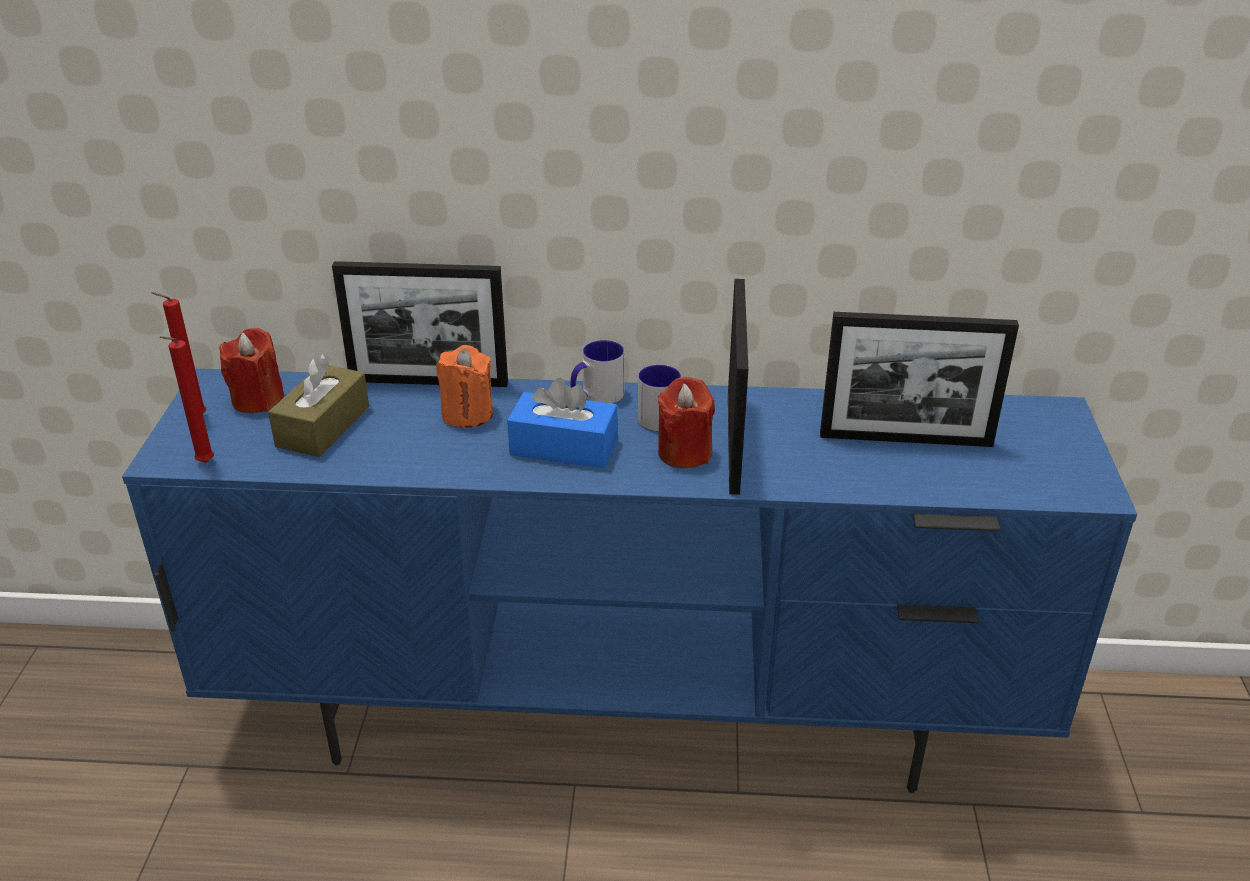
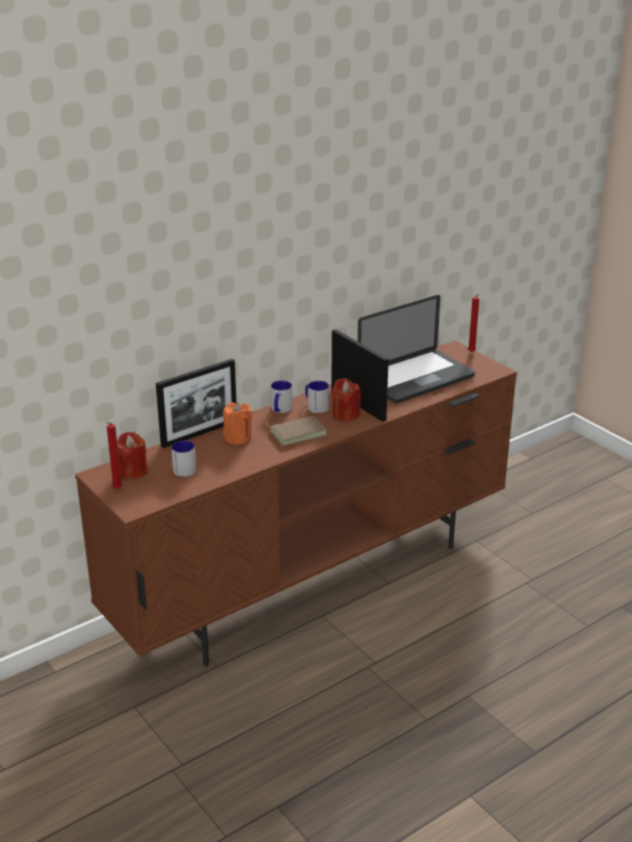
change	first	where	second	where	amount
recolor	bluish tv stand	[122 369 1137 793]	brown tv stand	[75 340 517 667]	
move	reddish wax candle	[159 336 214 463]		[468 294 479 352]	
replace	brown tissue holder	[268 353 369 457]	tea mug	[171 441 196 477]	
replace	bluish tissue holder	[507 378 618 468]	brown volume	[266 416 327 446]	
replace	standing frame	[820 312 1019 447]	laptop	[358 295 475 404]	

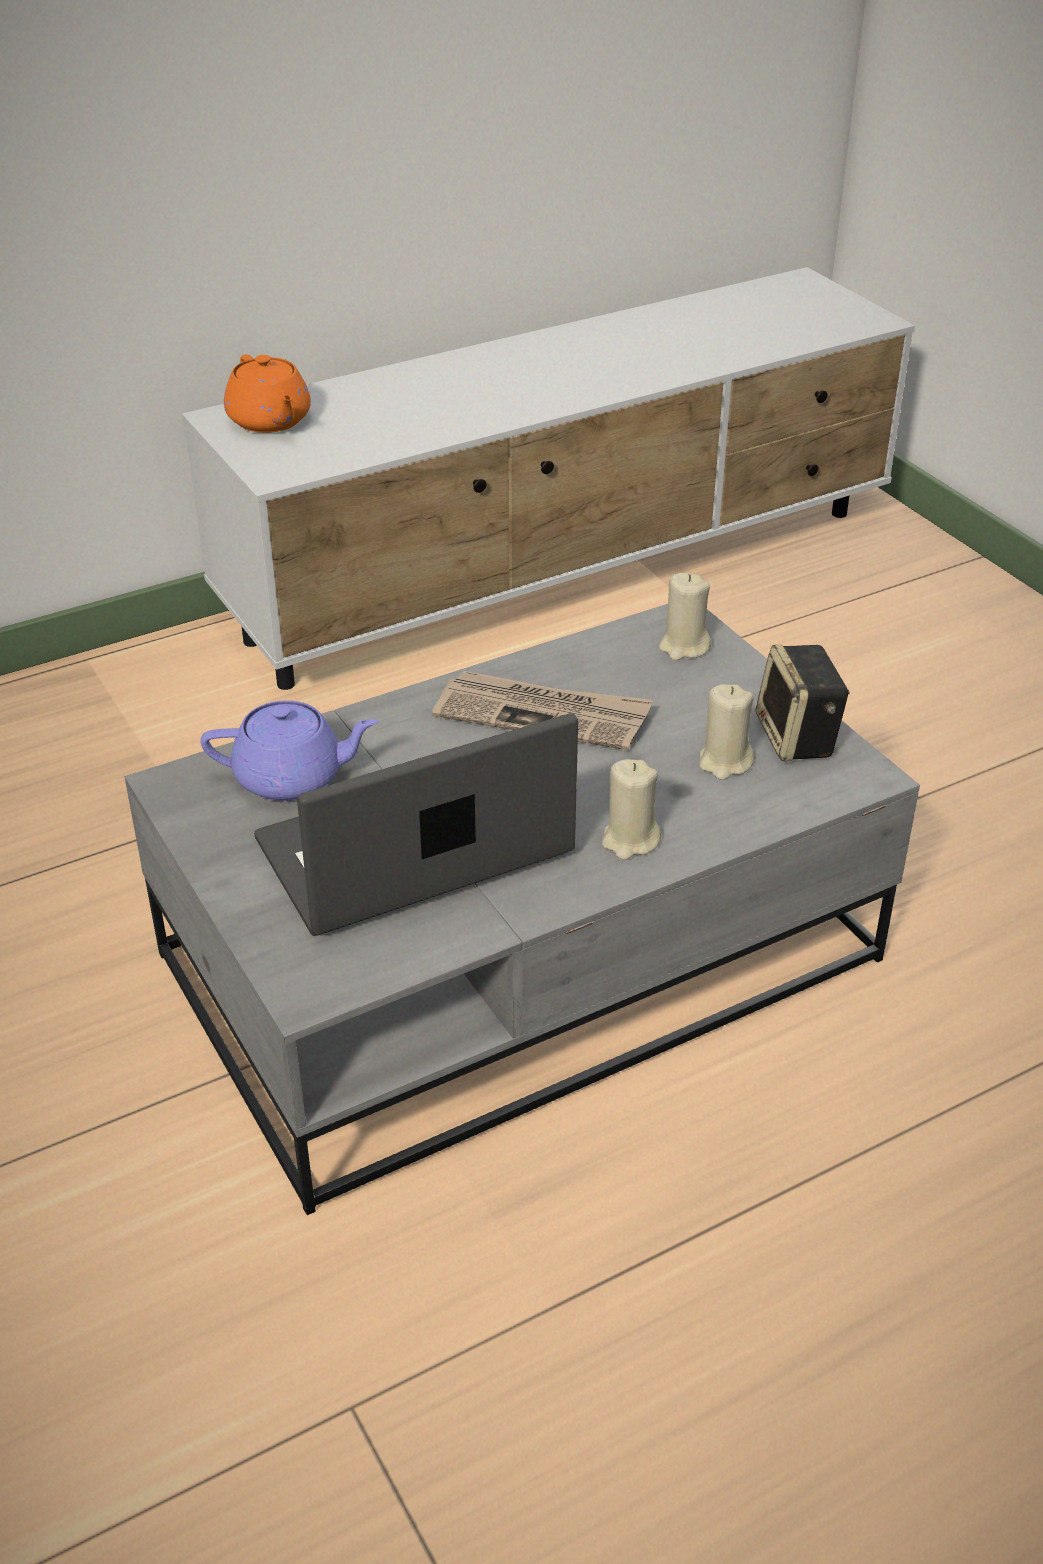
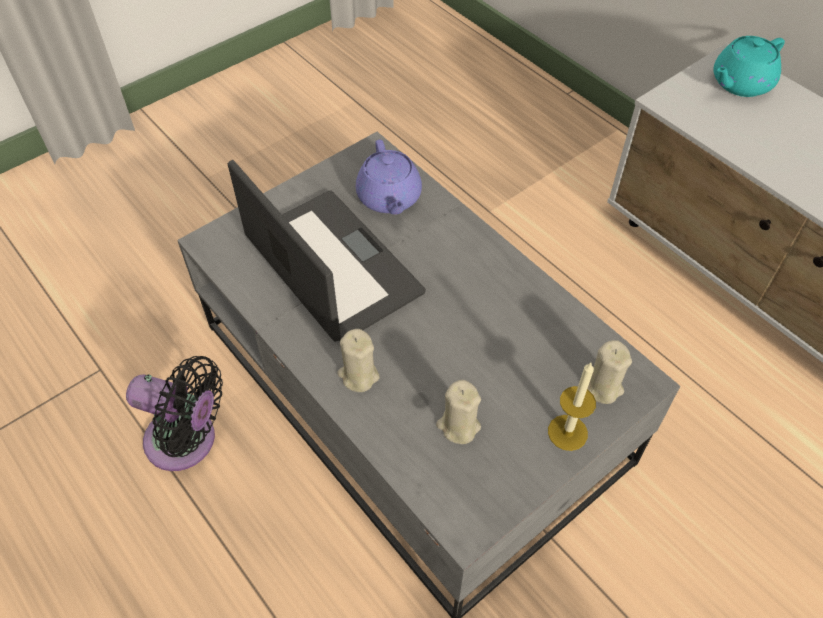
change	first	where	second	where	amount
recolor	orangey teapot	[224 354 311 433]	turquoise teapot	[714 36 785 97]	
delete	printed paper	[432 671 653 750]			
delete	loudspeaker	[756 645 850 761]			
insert			blackish fan	[126 356 223 471]	
insert			wax candle	[548 363 596 451]	

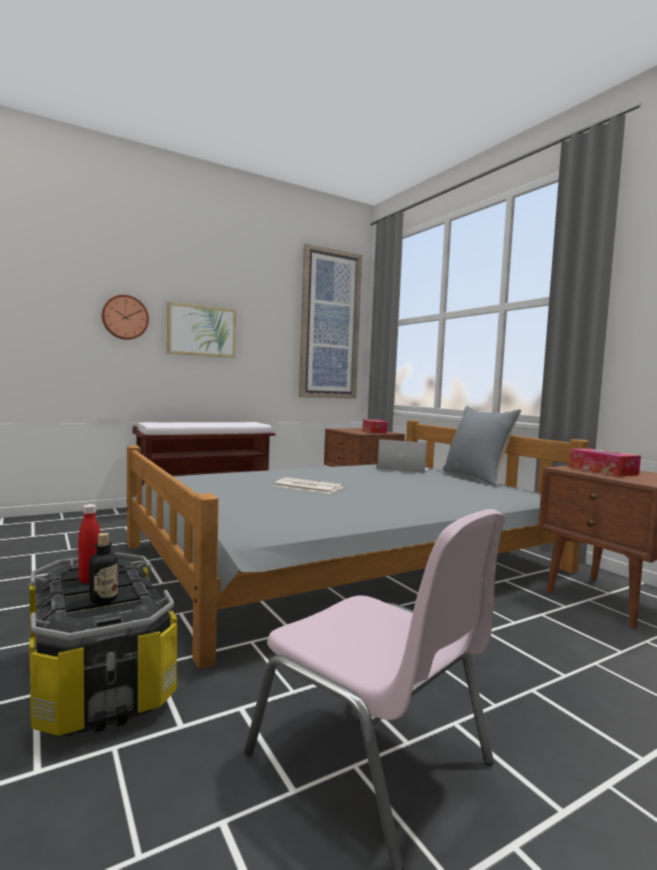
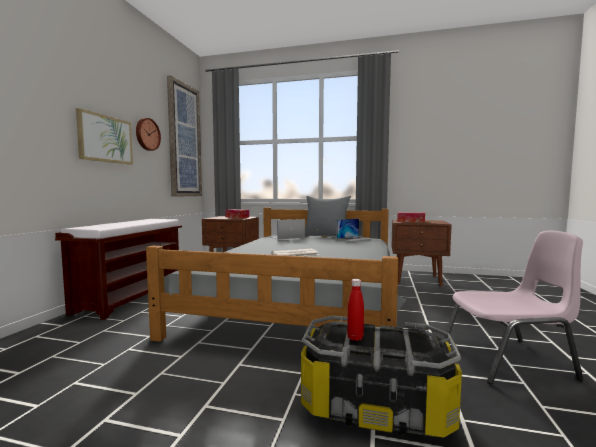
change	first	where	second	where	amount
delete	bottle	[89 533 118 604]			
move	clock on the wall	[102 295 149 340]		[136 118 161 151]	
insert			laptop	[337 218 373 241]	

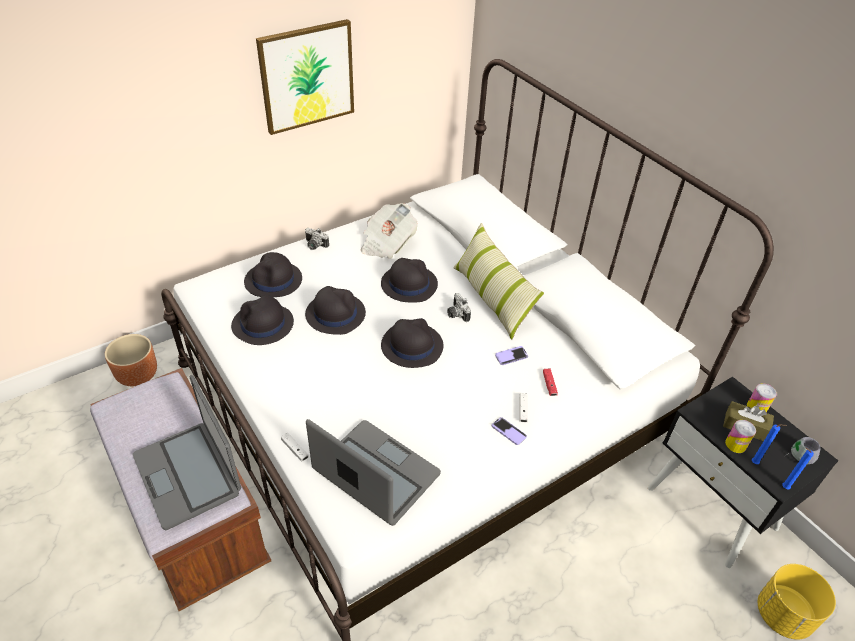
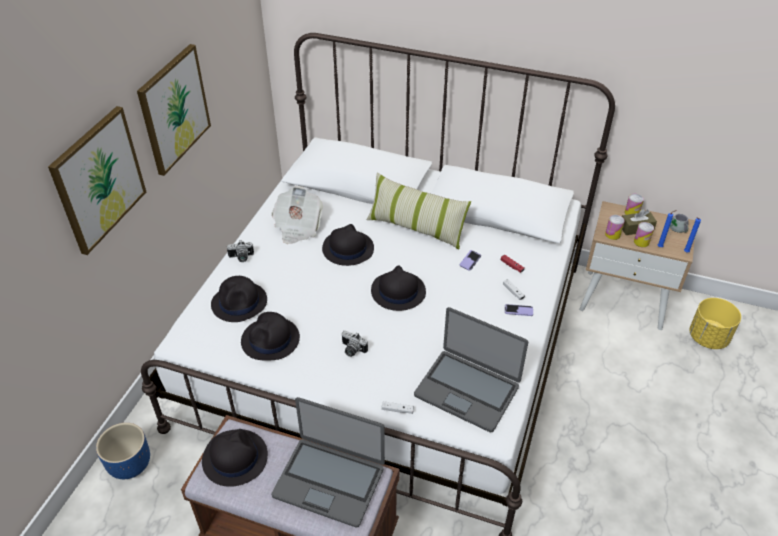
change	first	where	second	where	amount
recolor	brown flower pot	[105 334 157 386]	bluish flower pot	[96 423 150 479]	
move	blackish clothing hat	[305 286 366 335]		[202 429 268 487]	
rotate	laptop	[306 419 441 526]		[414 307 528 432]	150 degrees counterclockwise
move	photo camera	[447 293 471 322]		[341 331 368 357]	
recolor	blackish bedside table	[648 377 838 568]	sand-coloured bedside table	[579 201 695 330]	
insert			picture	[48 106 146 255]	
insert			sealed can	[605 215 625 240]	

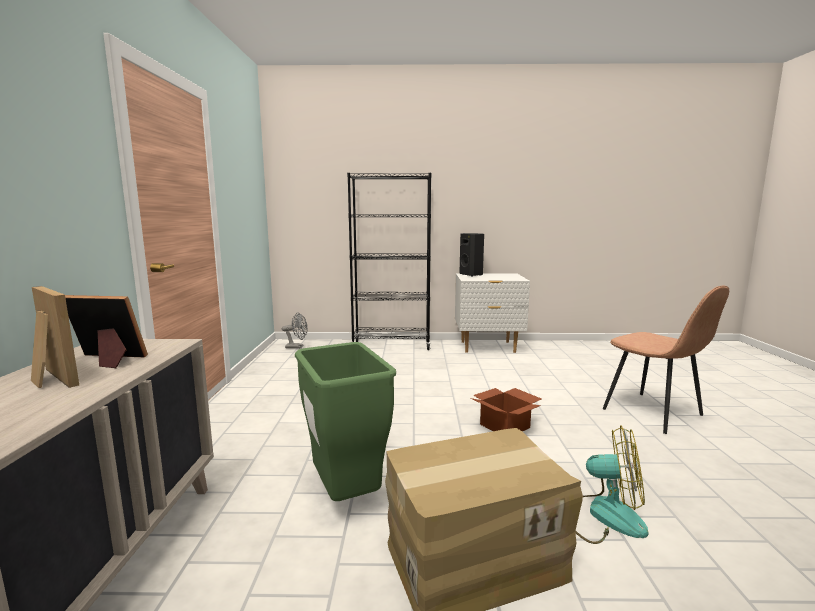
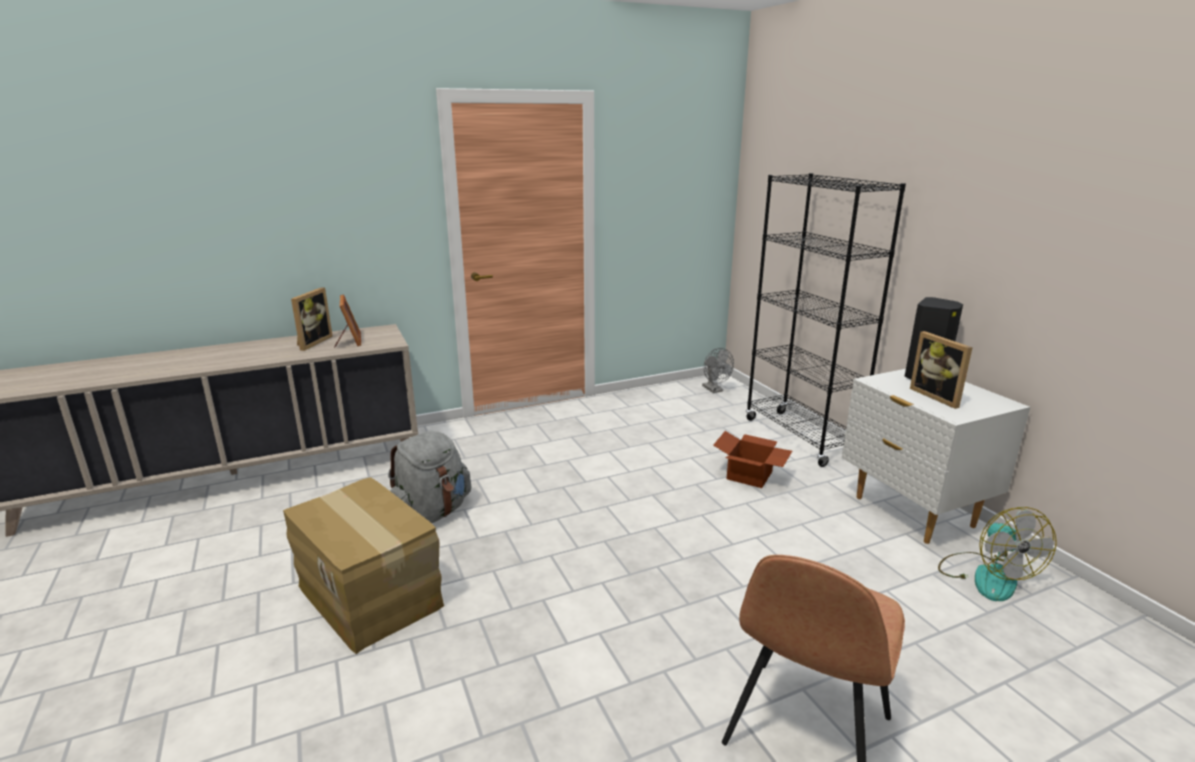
change	first	where	second	where	amount
replace	greenish waste bin	[295 342 396 501]	greyish rucksack	[388 431 471 523]	
move	packing box	[470 388 542 431]		[713 431 792 488]	
move	fan	[575 425 649 544]		[938 507 1057 601]	
insert			standing frame	[910 331 973 409]	

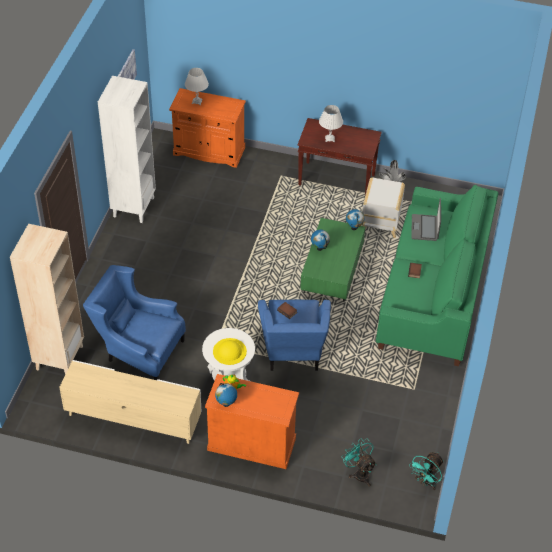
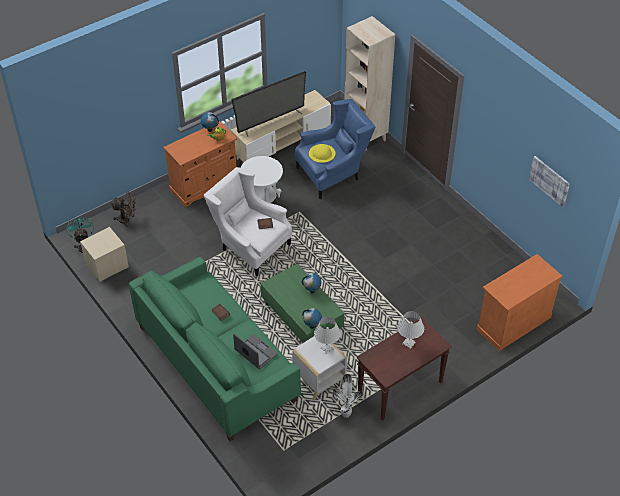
change	first	where	second	where	amount
delete	white bookshelf	[98 76 156 223]			
move	white table lamp	[185 68 209 105]		[314 317 341 354]	
move	yellow clothing hat	[213 338 247 365]		[309 144 335 163]	
recolor	bluish easy chair	[258 300 331 371]	white easy chair	[204 167 292 276]	
recolor	turquoise fan	[342 438 376 486]	brown fan	[111 192 137 227]	
insert			sand-coloured bedside table	[80 227 129 282]	
insert			TV	[231 71 306 137]	

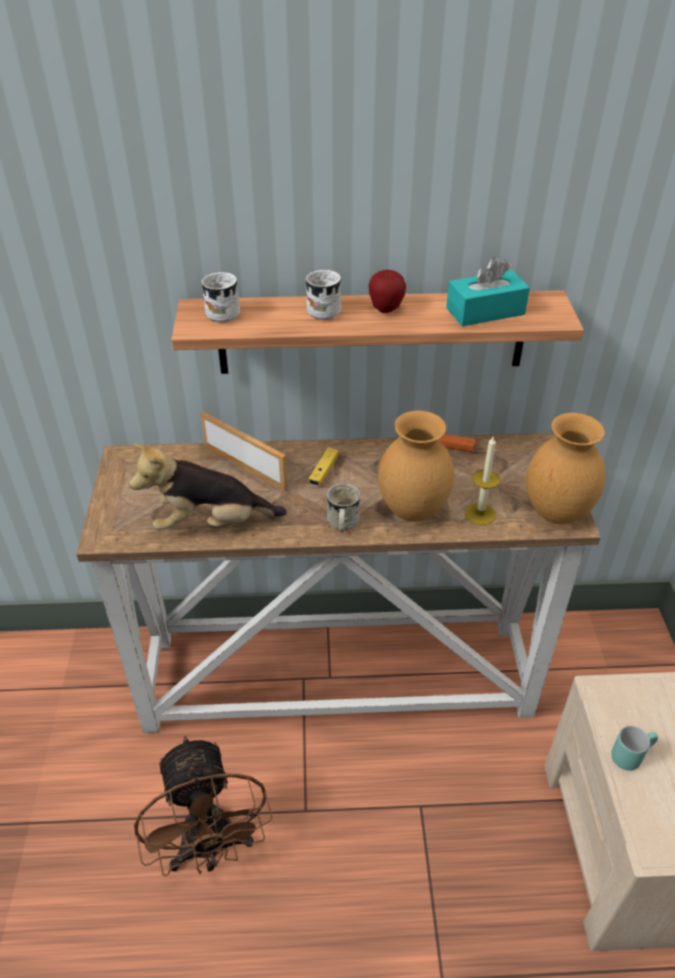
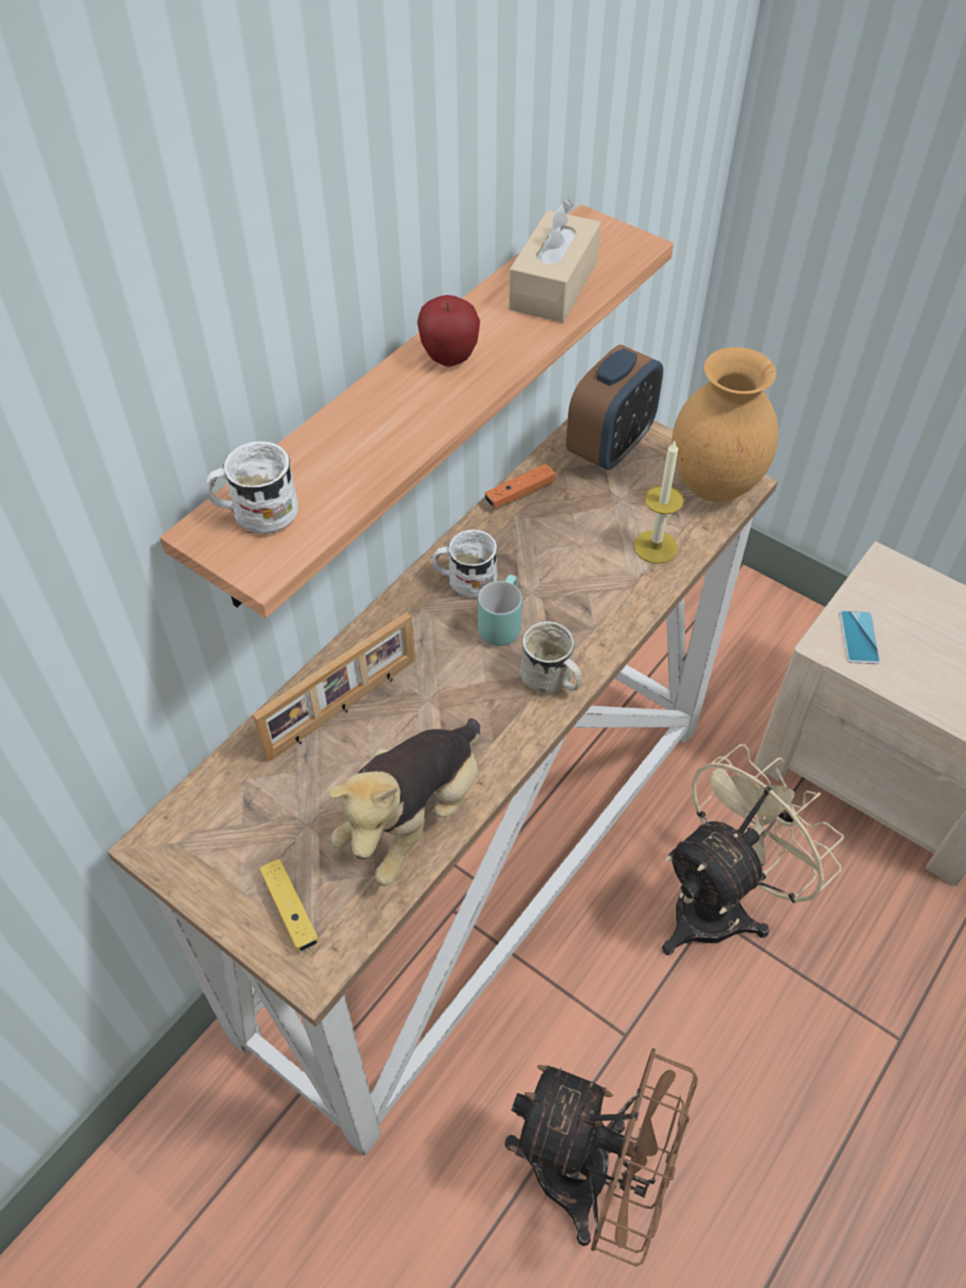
change	first	where	second	where	amount
rotate	standing frame	[200 411 288 492]		[252 612 415 762]	150 degrees clockwise
move	white tea mug	[306 270 341 320]		[432 530 497 598]	
move	yellow gamepad	[308 447 339 486]		[260 859 319 952]	
delete	brown flower vase	[378 411 454 522]			
recolor	turquoise tissue holder	[446 257 530 326]	sand-coloured tissue holder	[509 199 601 323]	
move	turquoise tea mug	[611 726 658 770]		[478 575 522 646]	
insert			table clock	[566 345 663 470]	
insert			sand-coloured fan	[662 744 844 955]	
insert			handset	[839 611 880 664]	

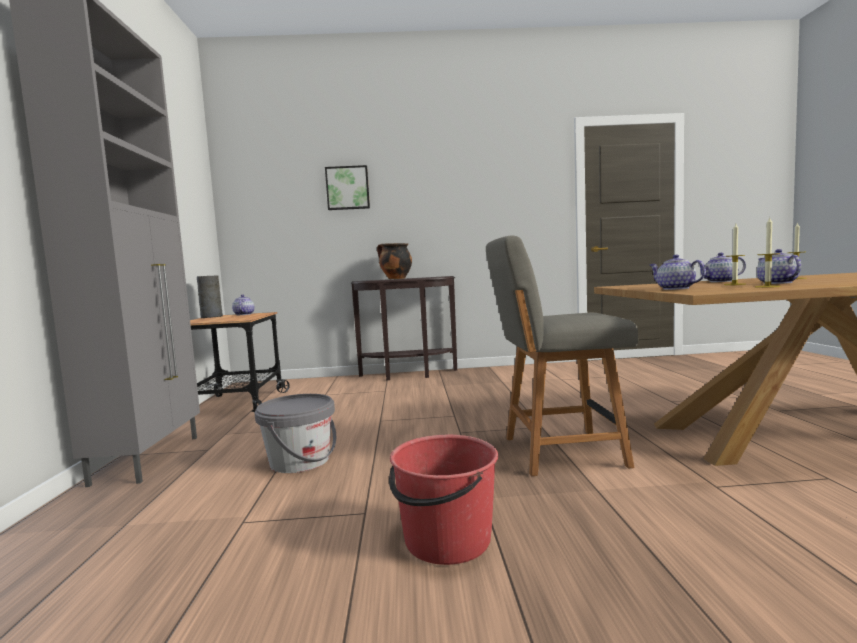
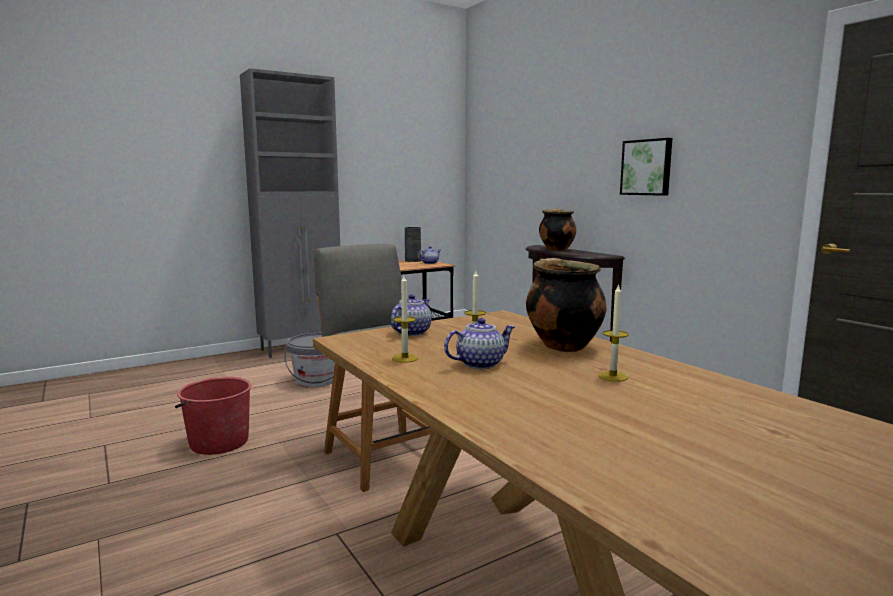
change	first	where	second	where	amount
move	picture	[325 165 370 210]		[620 138 672 196]	
replace	teapot	[697 253 746 282]	saucepot	[526 258 607 352]	

